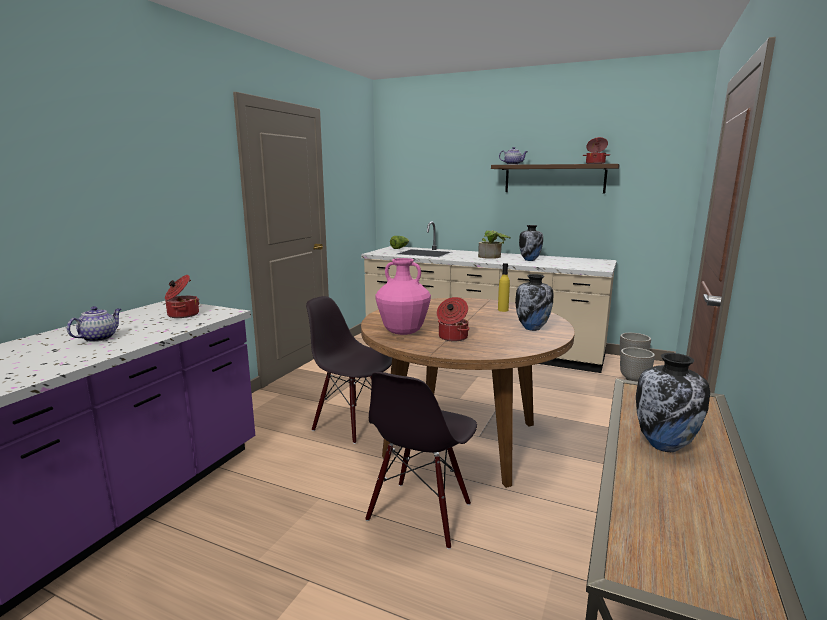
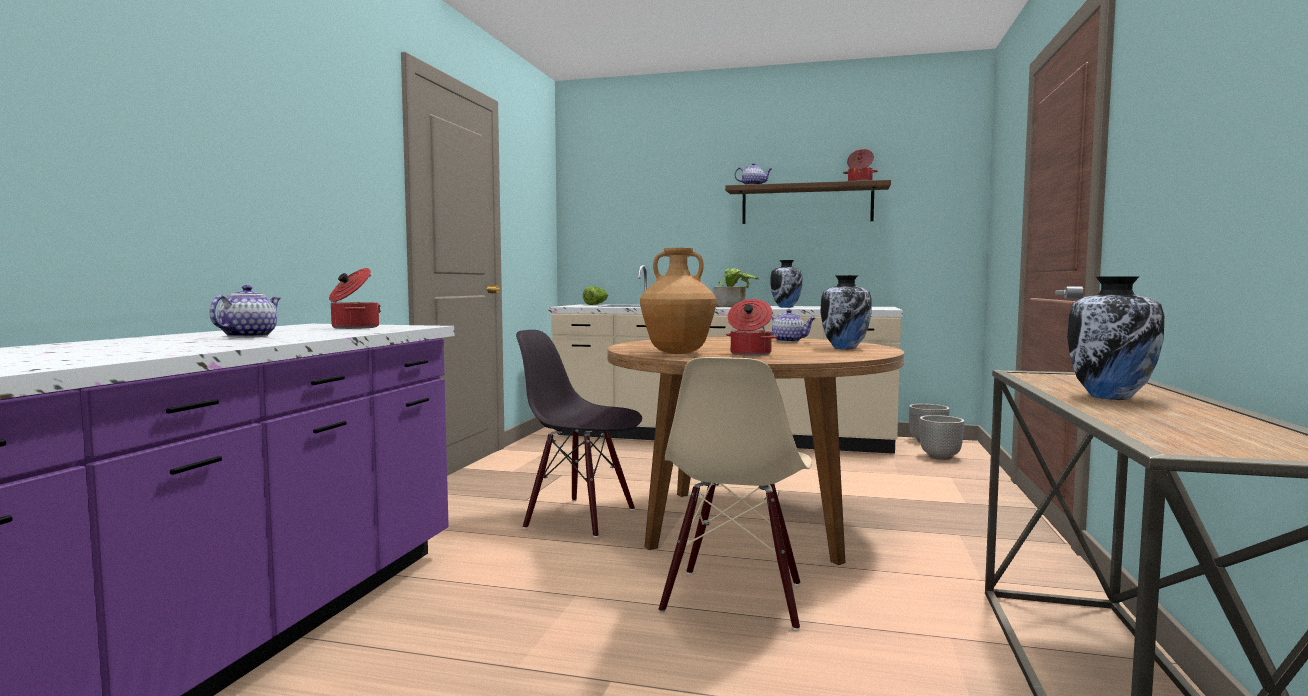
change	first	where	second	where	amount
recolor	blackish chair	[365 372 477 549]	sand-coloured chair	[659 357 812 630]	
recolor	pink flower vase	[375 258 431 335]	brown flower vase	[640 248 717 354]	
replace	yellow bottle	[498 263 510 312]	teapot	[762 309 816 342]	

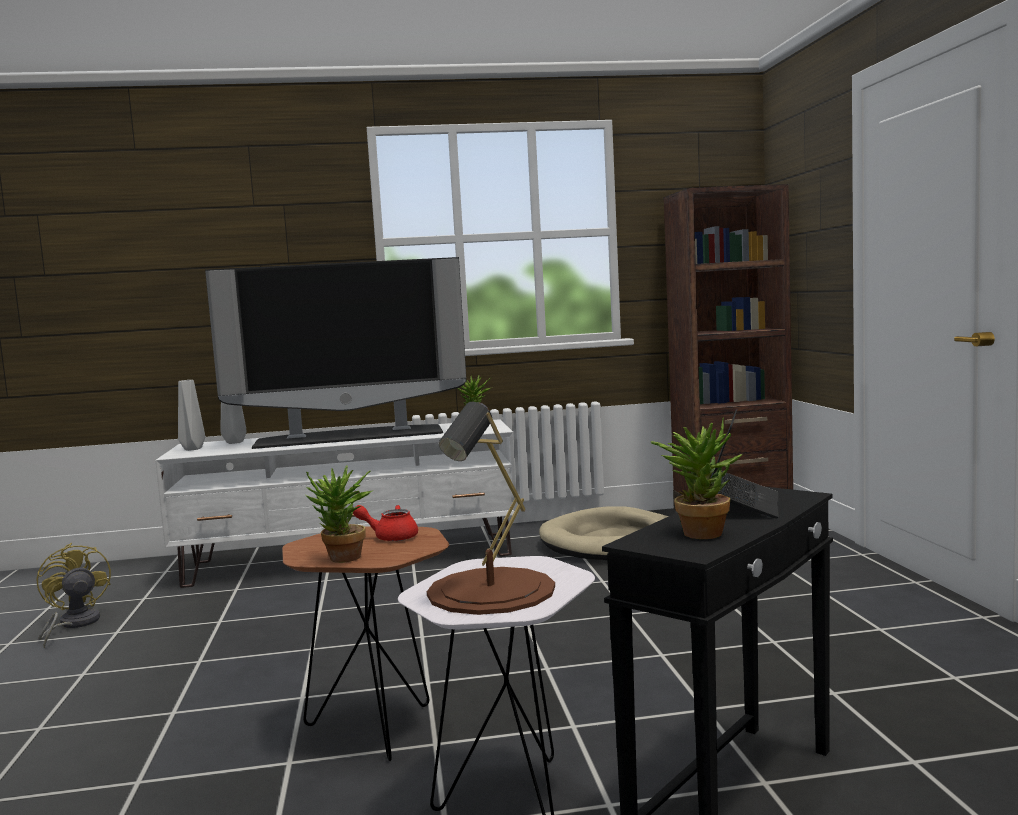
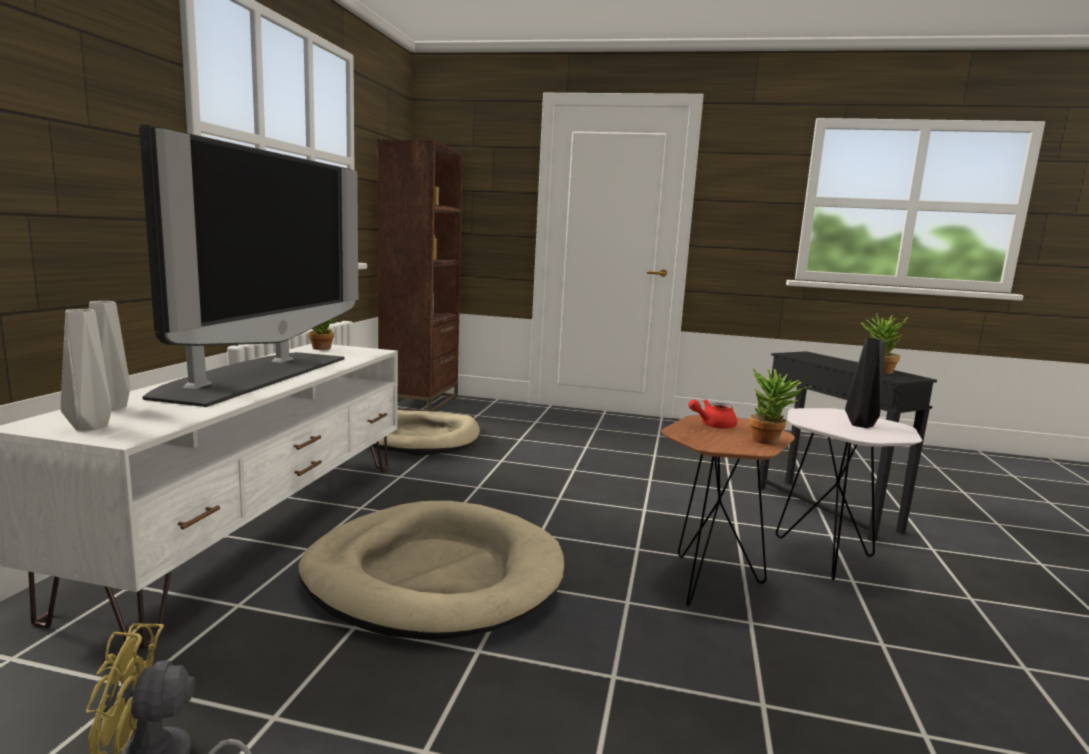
change	first	where	second	where	amount
rotate	reddish teapot	[353 505 418 541]		[688 399 737 429]	45 degrees clockwise
replace	brown table lamp	[427 402 555 615]	blackish flower vase	[845 338 886 428]	
delete	laptop	[711 409 778 518]			
insert			sand-coloured pet bed	[298 501 564 640]	

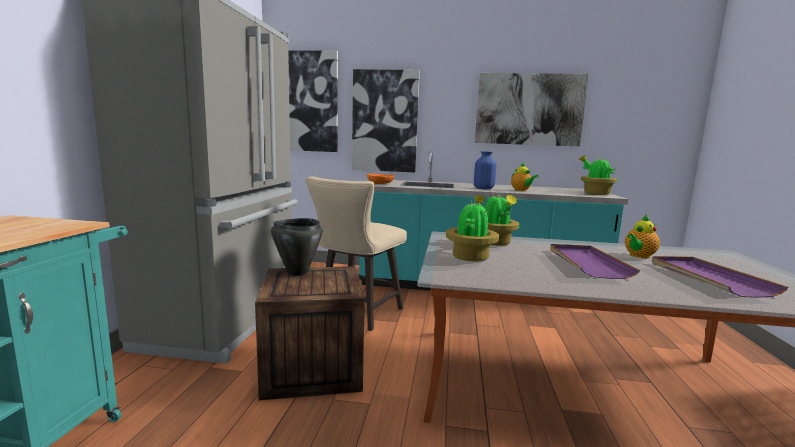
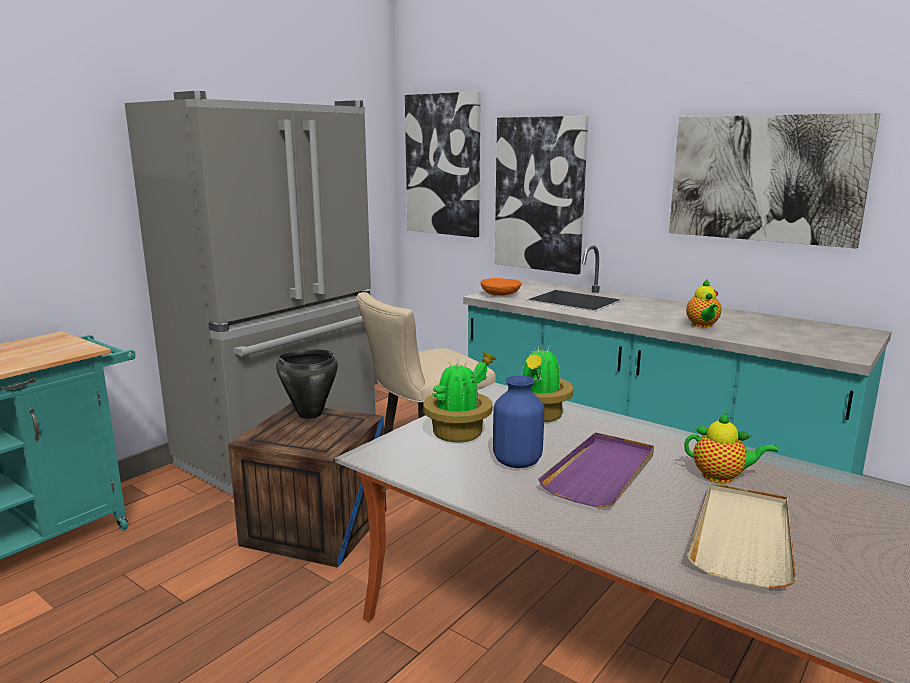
change	first	where	second	where	amount
move	bluish flower vase	[474 151 497 190]		[493 375 544 468]	
delete	houseplant	[579 155 617 195]			
rotate	teapot	[625 215 660 259]		[684 413 778 483]	150 degrees counterclockwise
recolor	purple-coloured serving tray	[652 256 788 298]	sand-coloured serving tray	[687 482 796 588]	

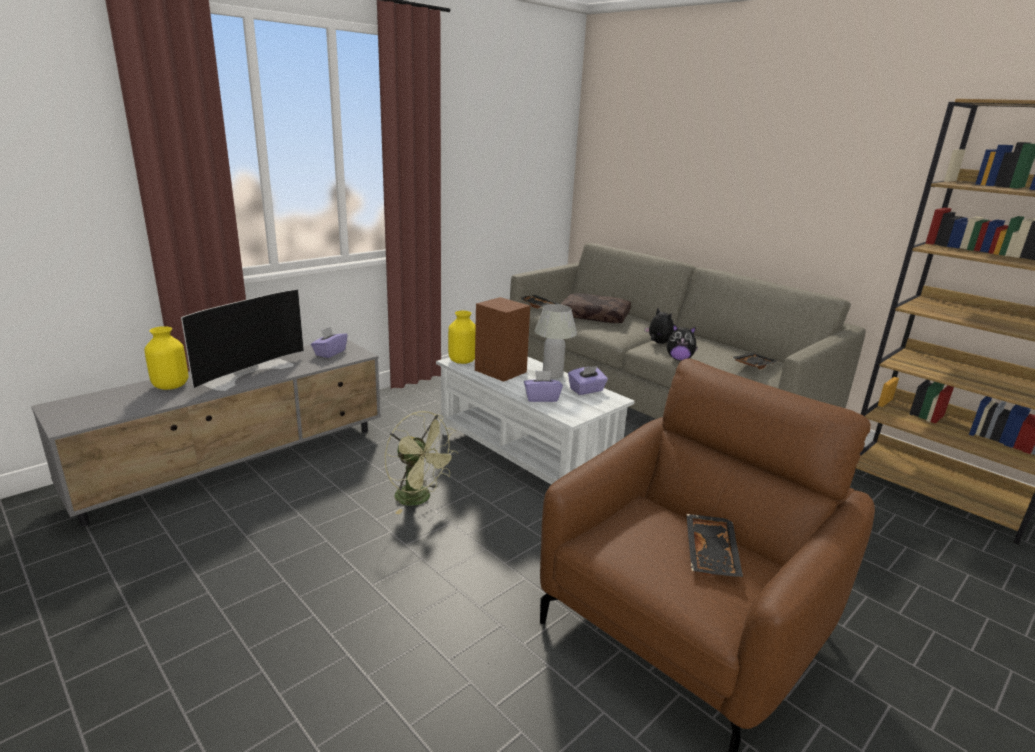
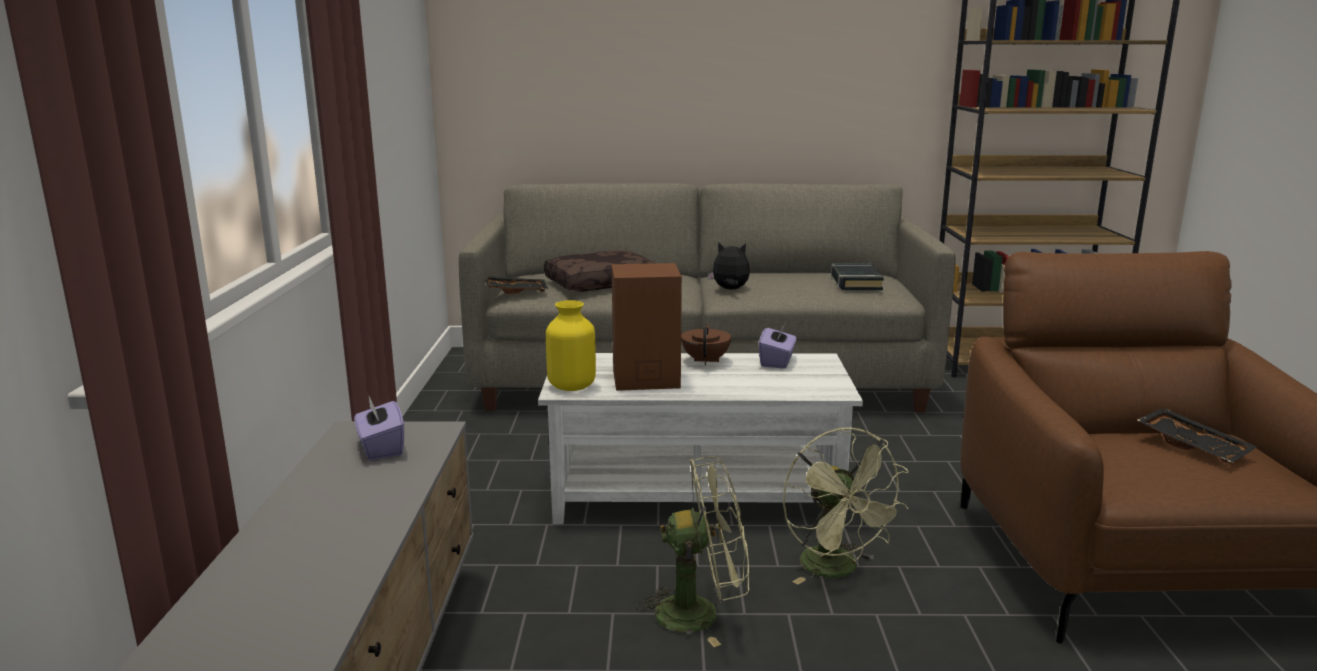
change	first	where	second	where	amount
delete	yellow flower vase	[144 326 188 390]			
delete	TV	[181 289 304 391]			
delete	purple-coloured tissue holder	[524 371 563 402]			
replace	white table lamp	[535 304 577 379]	brown teapot	[681 325 731 365]	
delete	cuddly toy	[667 325 698 361]			
replace	blackish serving tray	[732 353 779 369]	blackish volume	[830 263 884 290]	
insert			greenish fan	[783 427 908 584]	

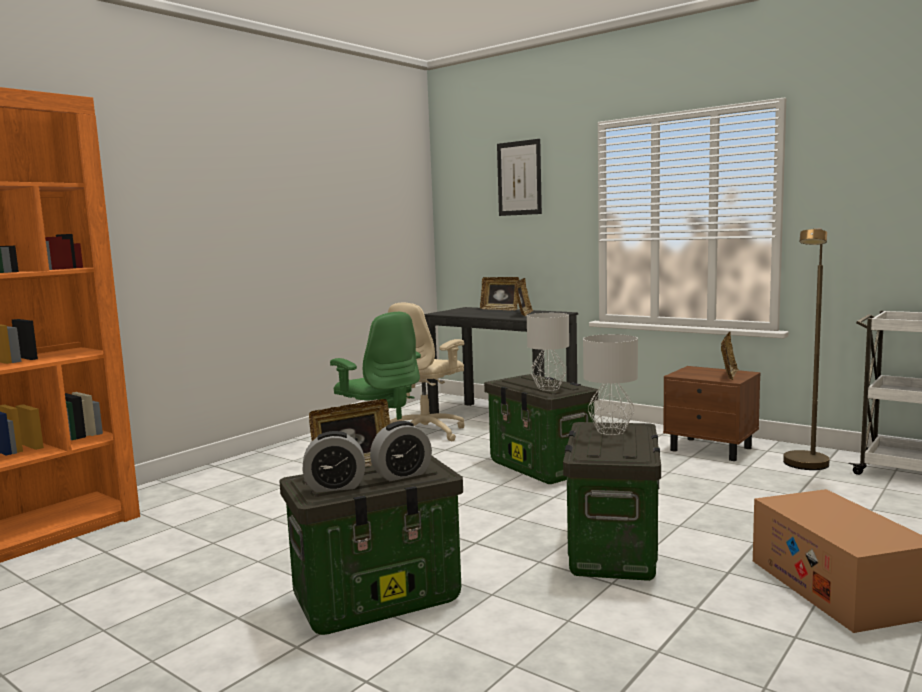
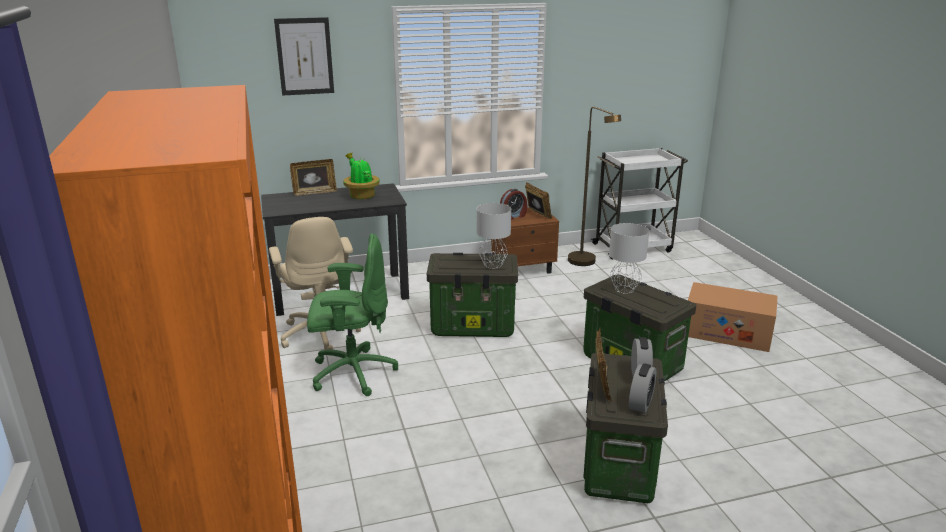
change	first	where	second	where	amount
replace	standing frame	[514 278 533 316]	houseplant	[343 153 380 200]	
insert			table clock	[500 189 527 220]	

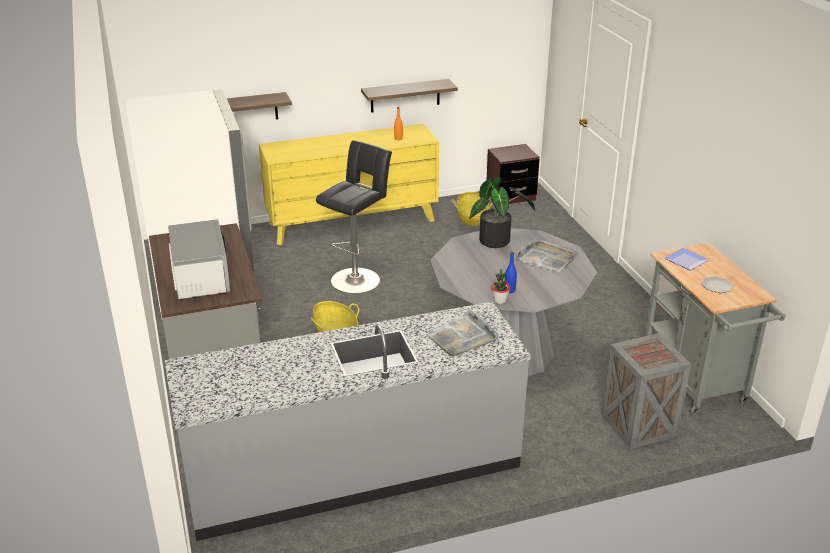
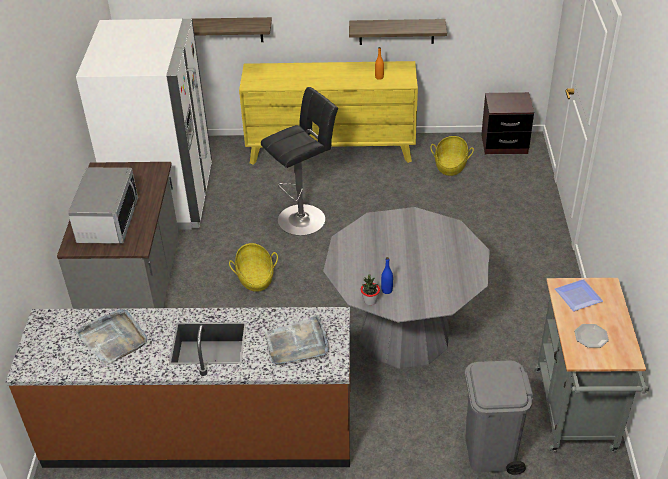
change	first	where	second	where	amount
recolor	greyish counter	[164 302 531 541]	brown counter	[6 307 350 468]	
delete	houseplant	[469 177 535 248]			
move	greyish serving tray	[514 238 578 272]		[75 309 147 365]	
replace	packing crate	[602 333 691 449]	greyish waste bin	[465 360 533 475]	

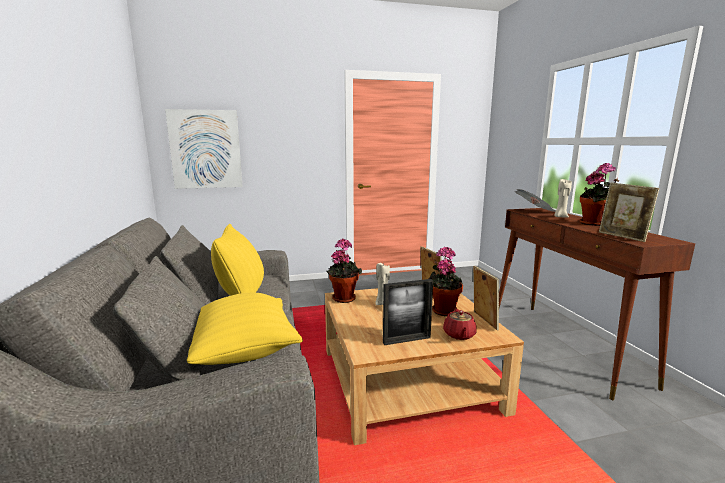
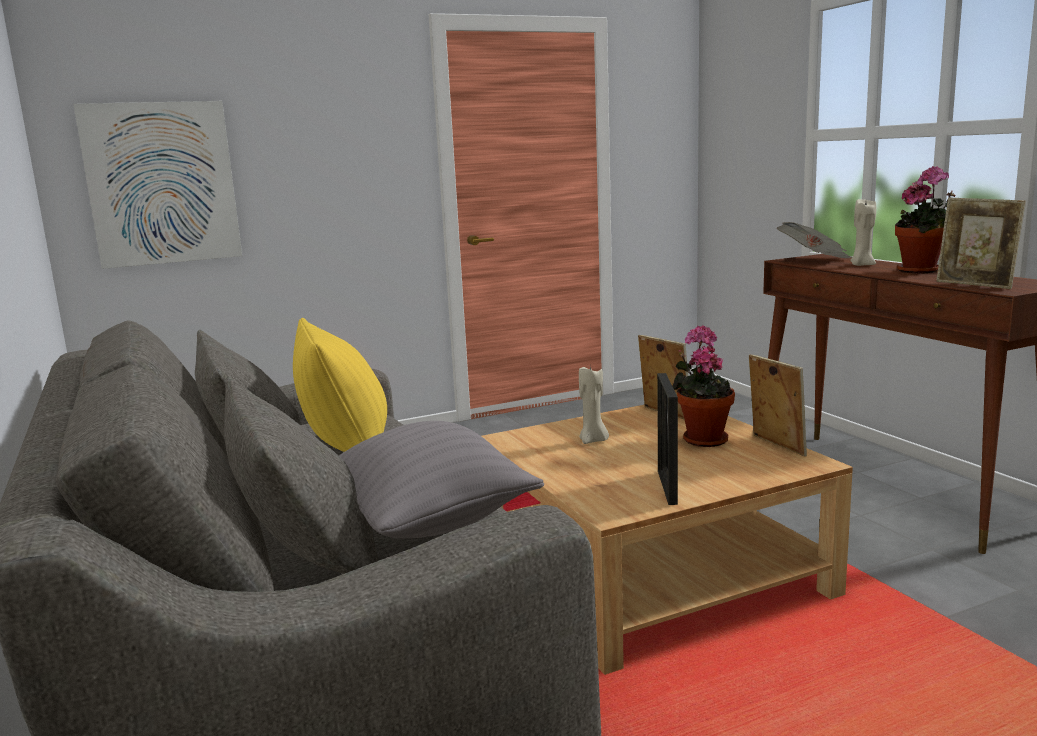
change	first	where	second	where	amount
recolor	yellow throw pillow	[187 293 303 365]	greyish throw pillow	[339 421 544 539]	
delete	houseplant	[326 239 362 303]			
rotate	standing frame	[383 279 433 345]		[657 373 678 505]	120 degrees clockwise
delete	reddish teapot	[443 309 477 340]			

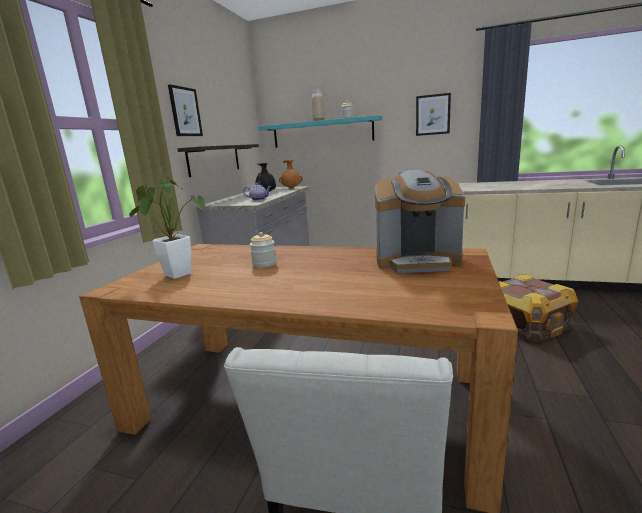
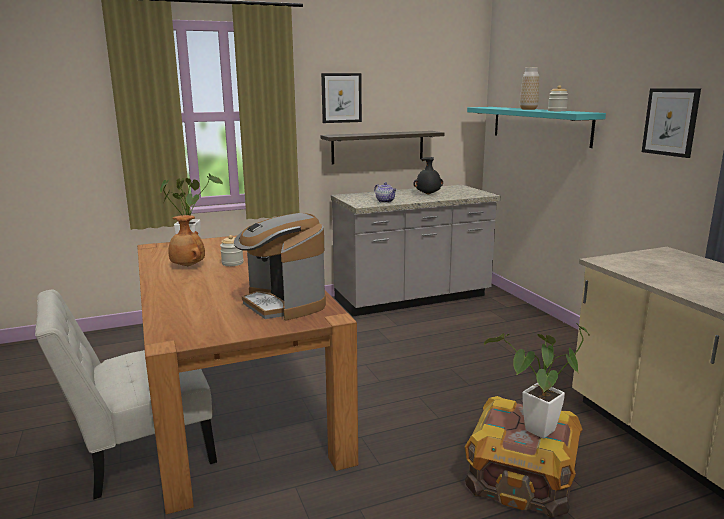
change	first	where	second	where	amount
move	brown flower vase	[279 160 303 188]		[168 215 205 266]	
insert			houseplant	[484 323 590 438]	

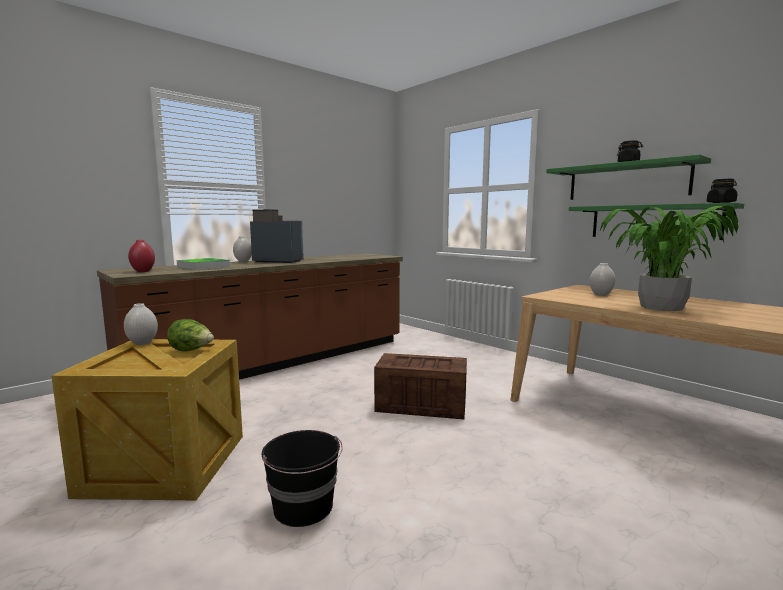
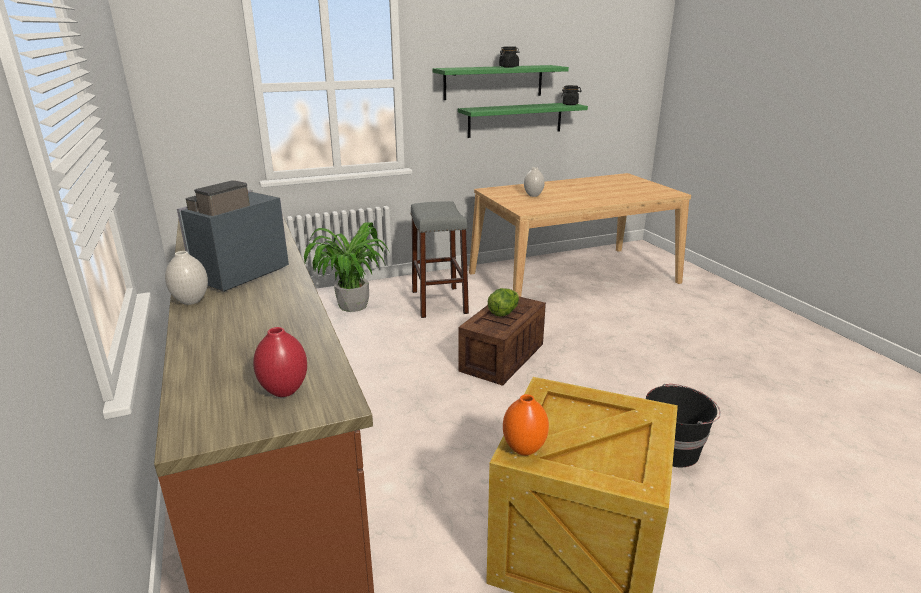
change	first	where	second	where	amount
recolor	white flower vase	[124 303 158 345]	orangey flower vase	[503 394 549 456]	
move	head of lettuce	[167 319 214 352]		[488 288 519 316]	
delete	serving tray	[177 258 230 270]			
move	houseplant	[600 206 739 311]		[304 222 390 312]	
insert			greyish stool	[410 201 469 318]	

